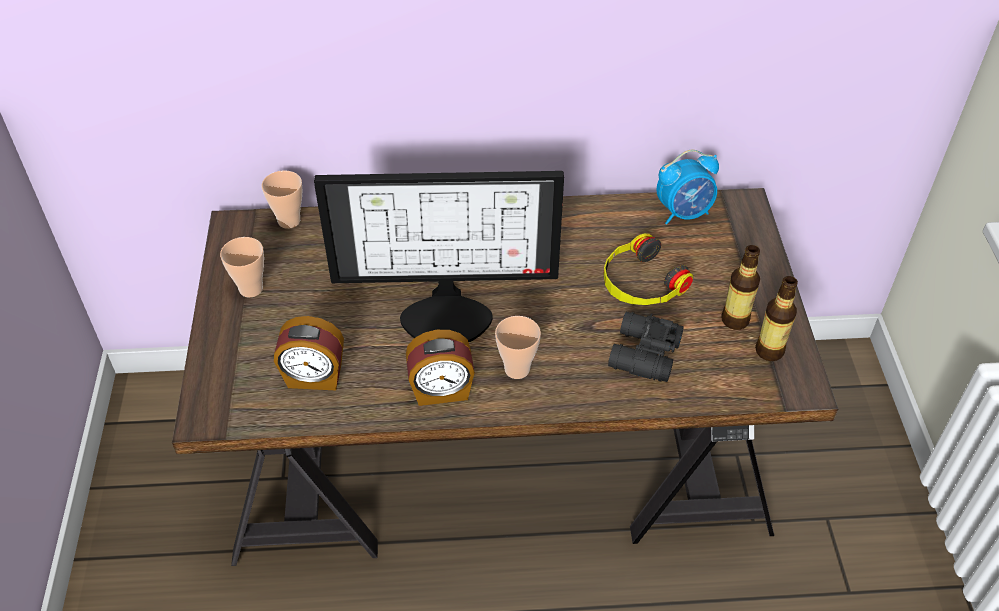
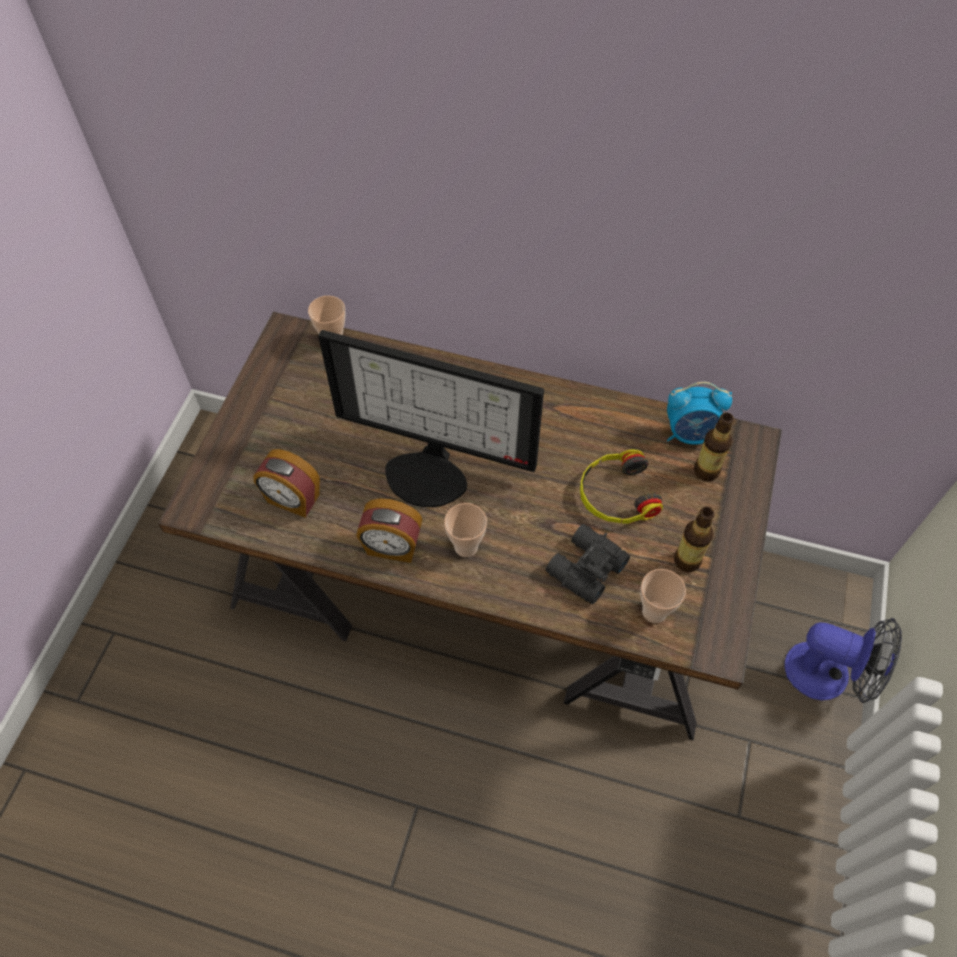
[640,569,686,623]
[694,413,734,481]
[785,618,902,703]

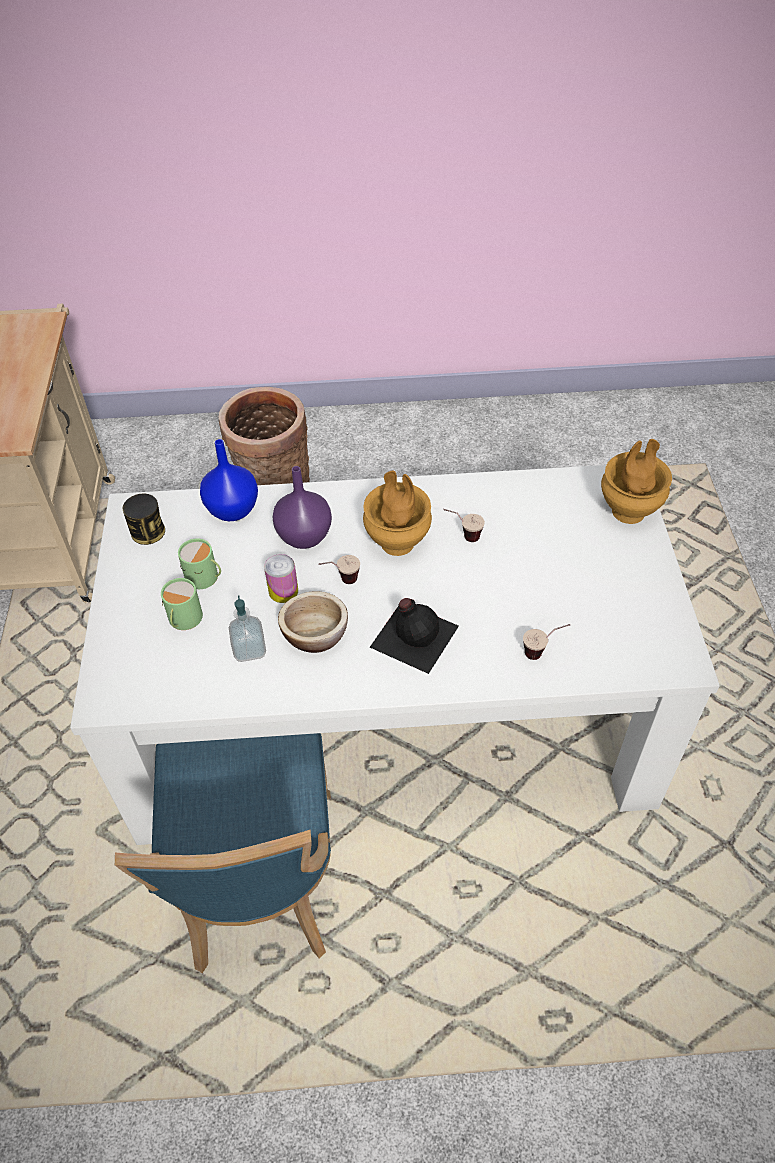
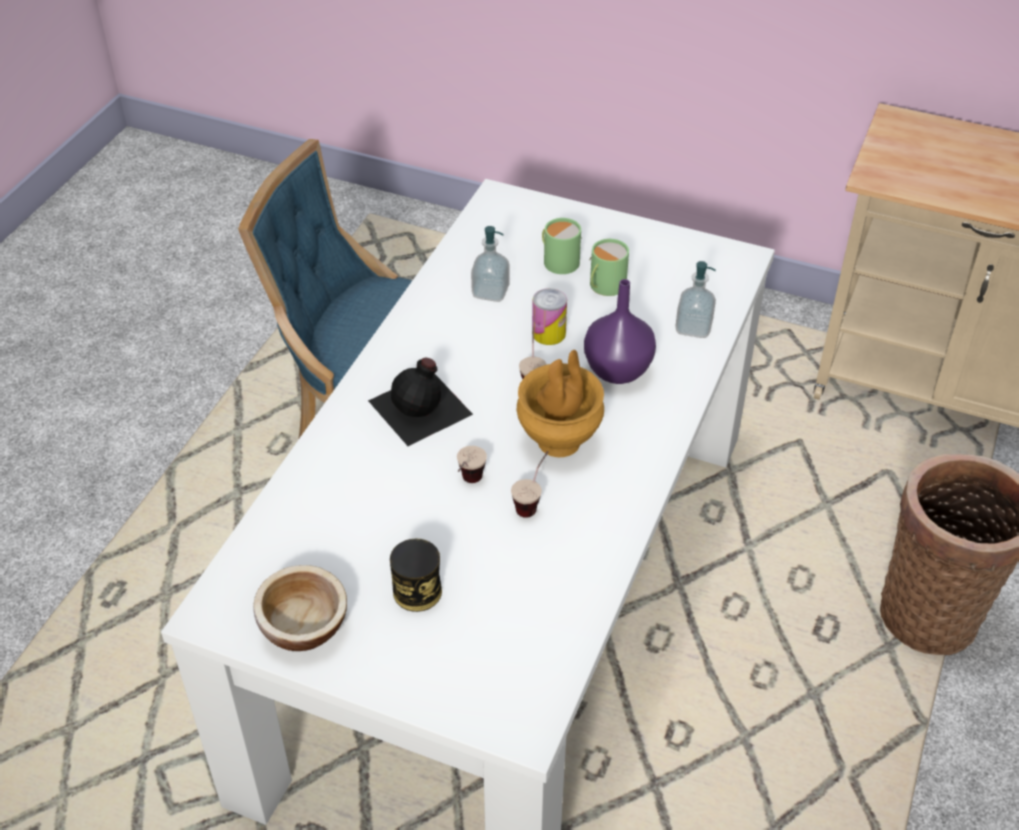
[675,261,716,338]
[601,439,672,524] (first image)
[390,539,442,612]
[253,565,347,651]
[457,446,487,483]

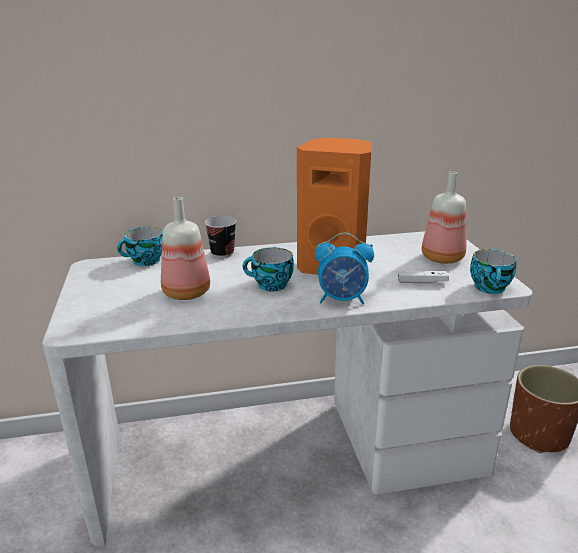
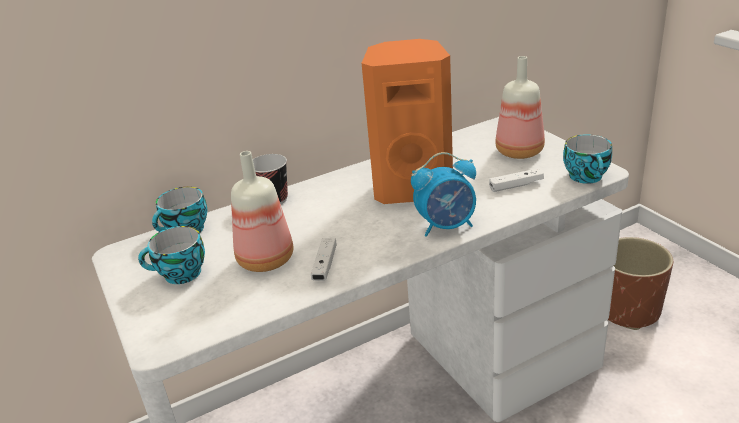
[138,226,205,284]
[311,238,337,281]

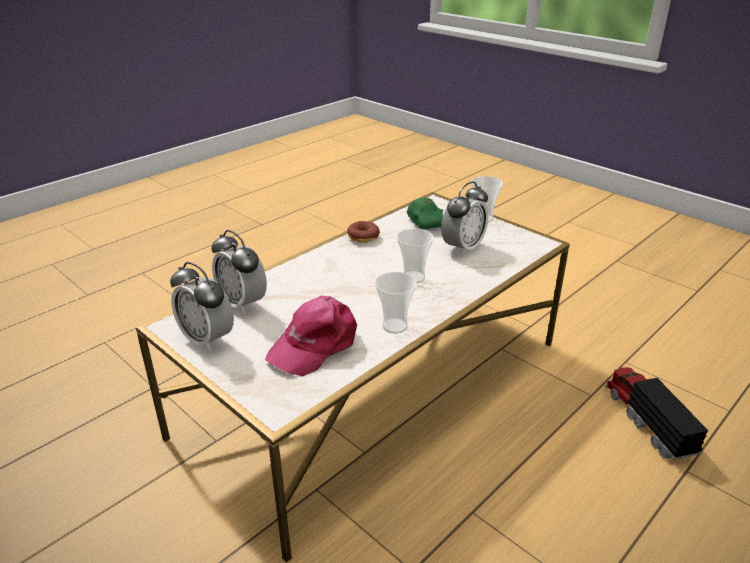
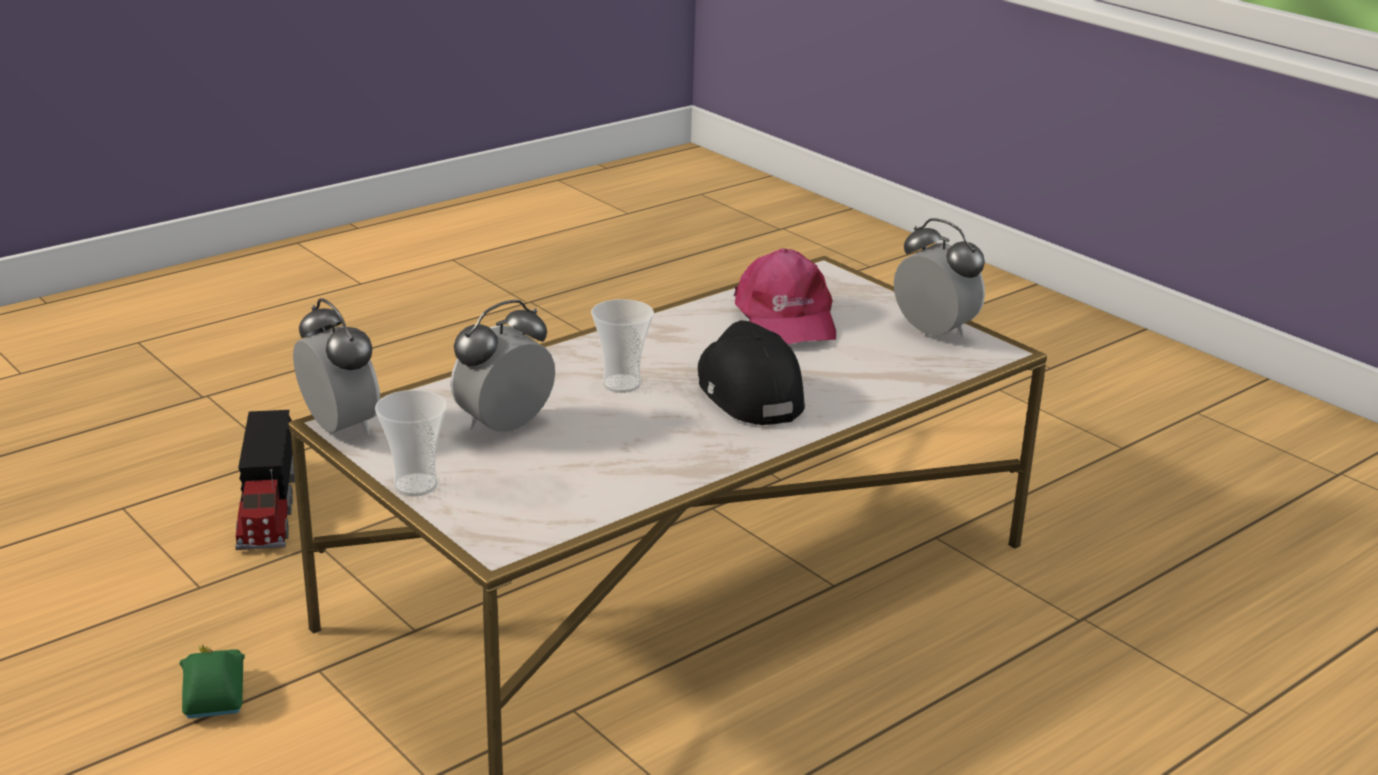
[180,645,245,718]
[347,221,380,242] (first image)
[293,298,380,435]
[375,272,417,334] (first image)
[734,248,836,344]
[698,320,805,425]

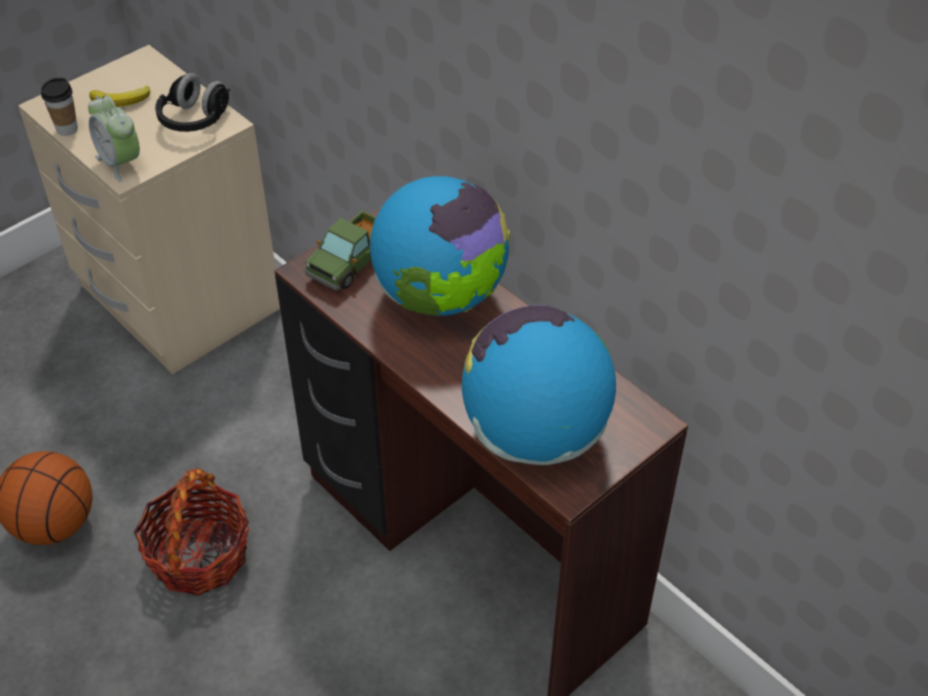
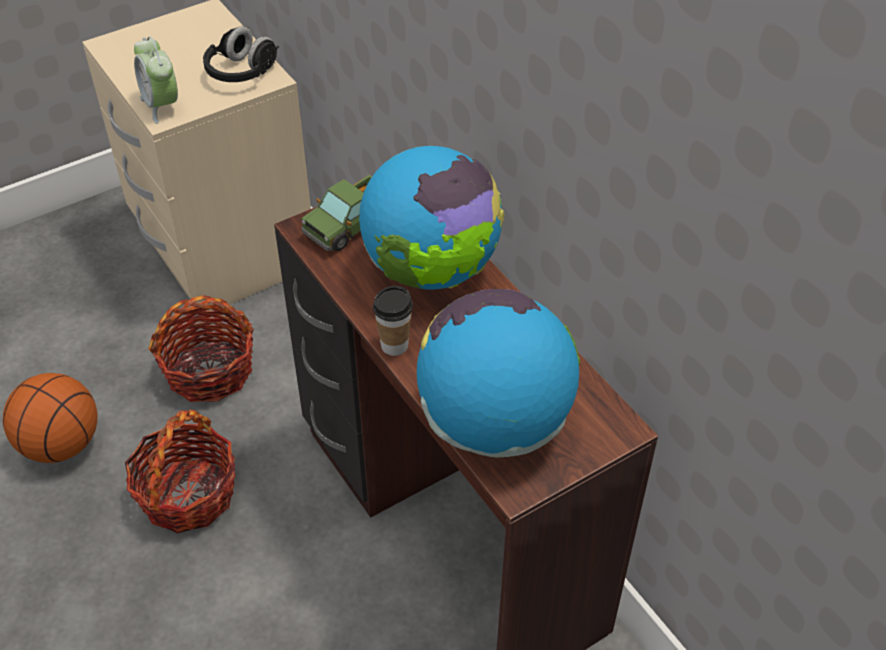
[373,286,413,356]
[89,86,150,107] (first image)
[149,295,254,402]

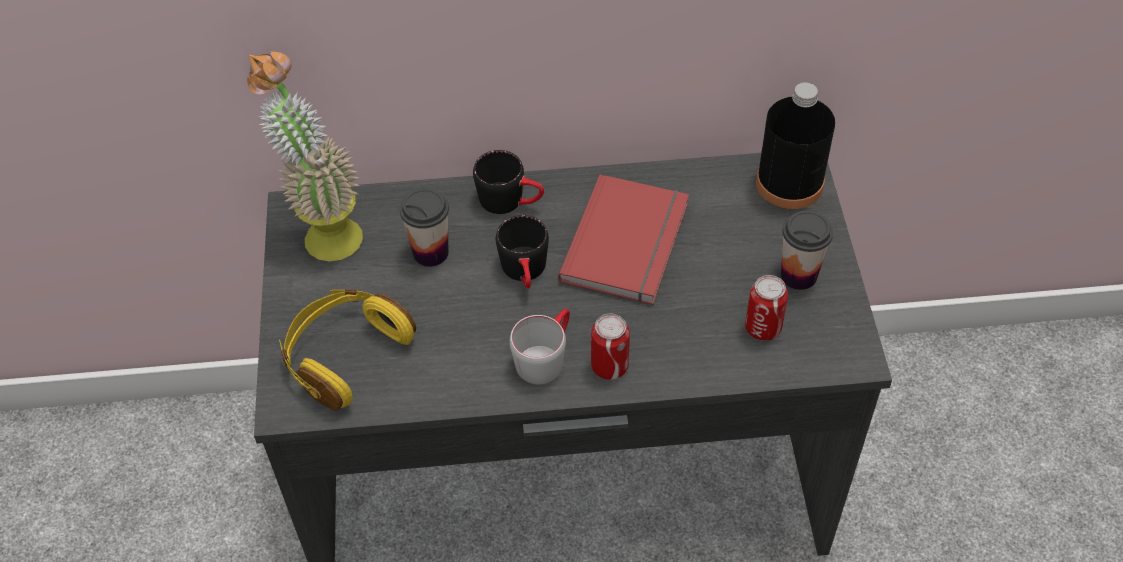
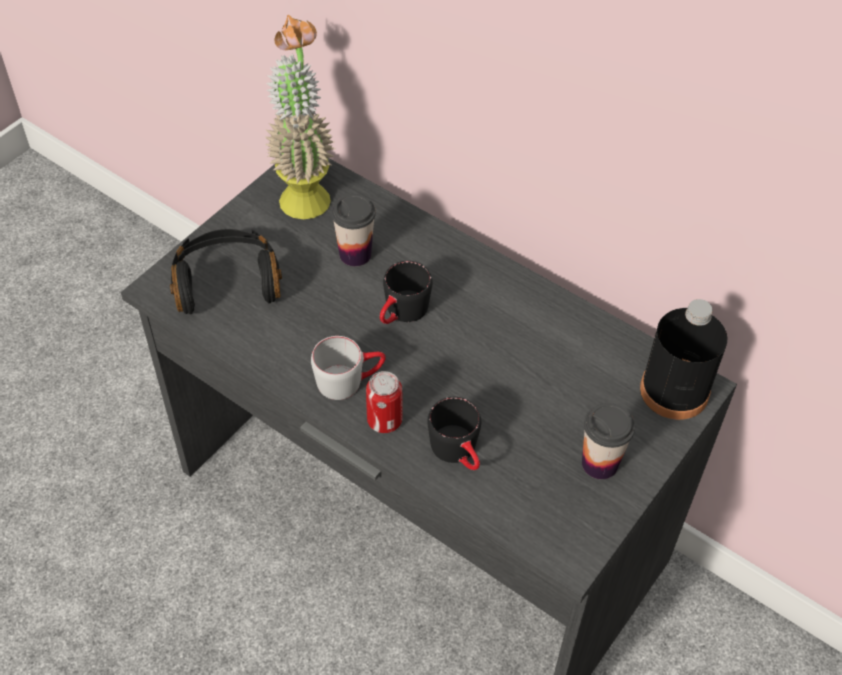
[428,397,481,470]
[558,174,689,305] (first image)
[745,275,788,341] (first image)
[170,229,282,314]

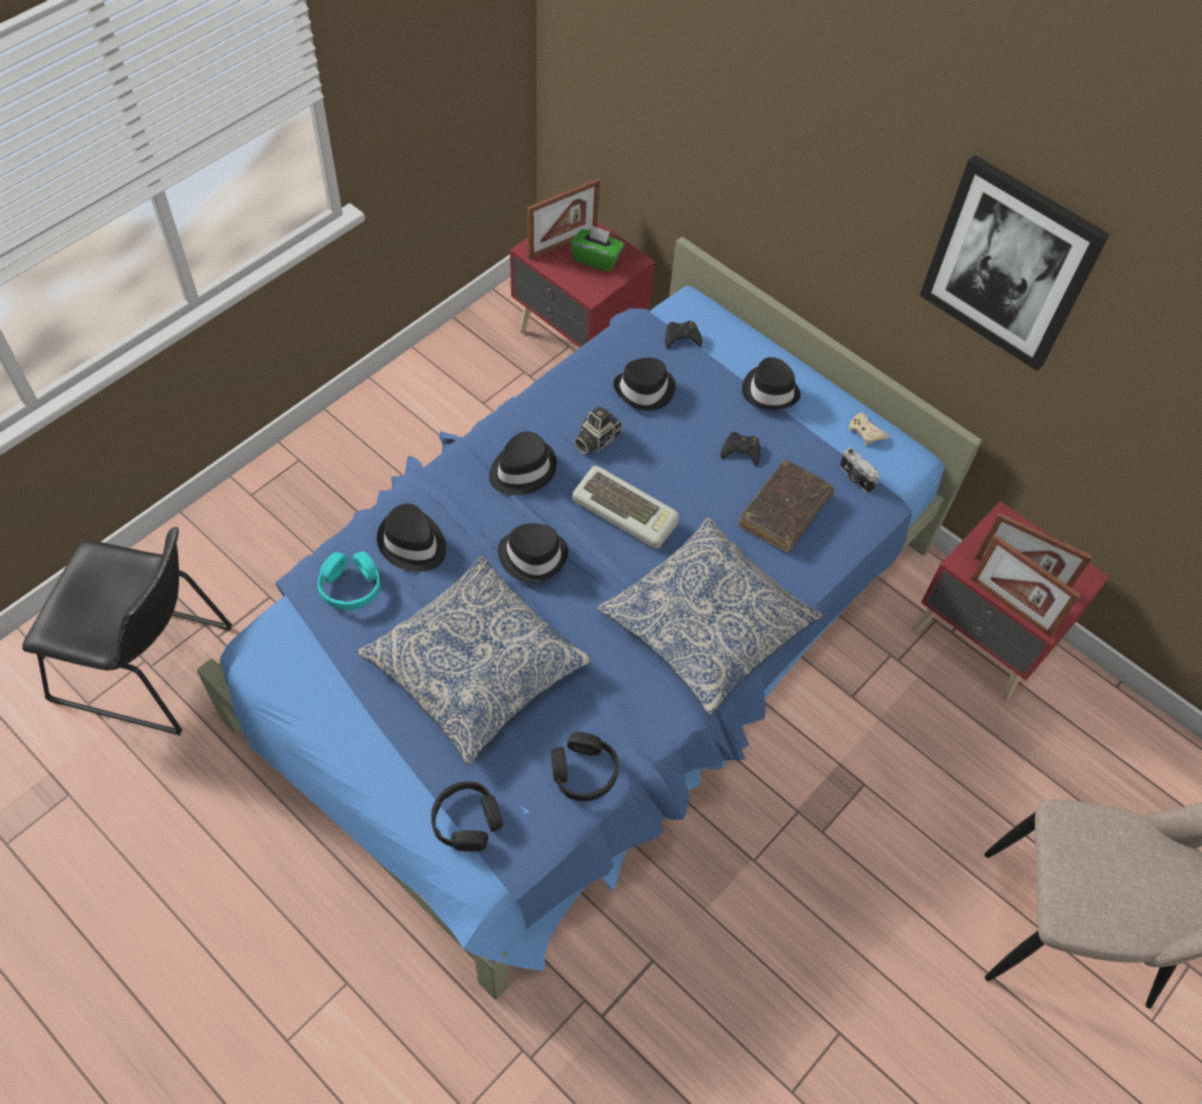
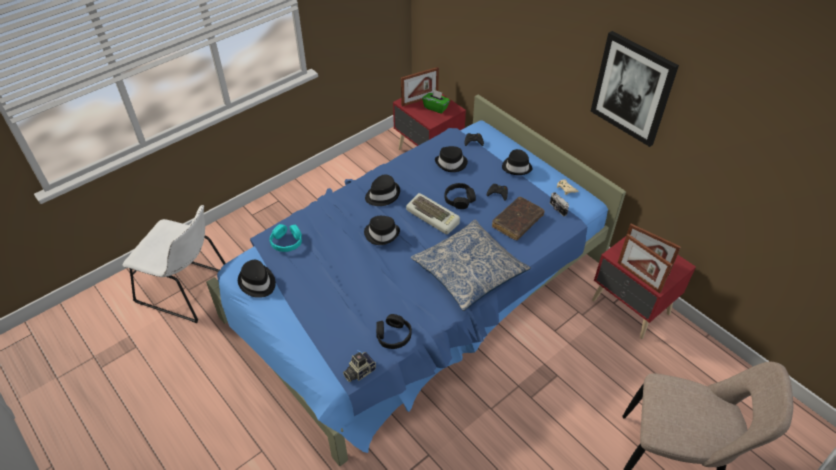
[343,352,376,382]
[238,260,276,298]
[123,205,226,323]
[357,555,592,765] (first image)
[444,183,476,209]

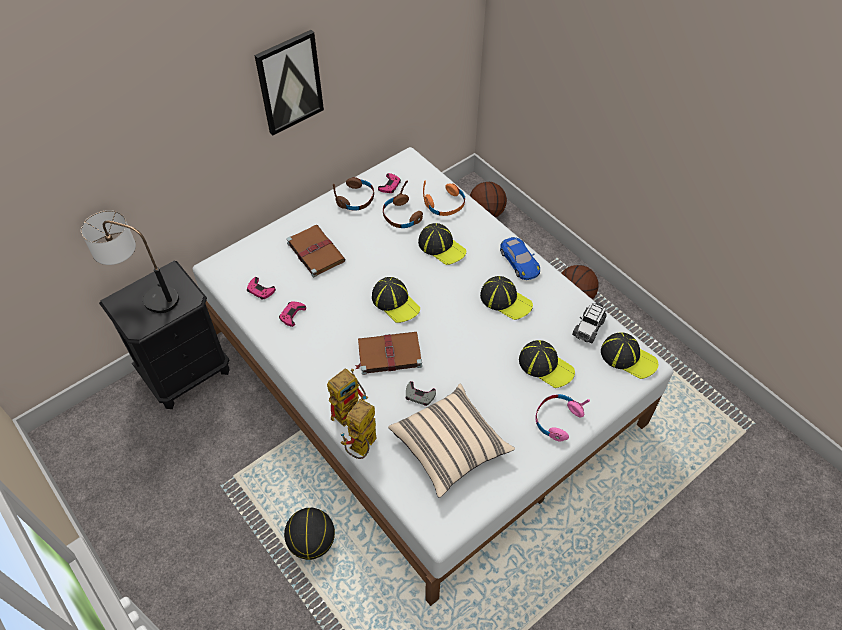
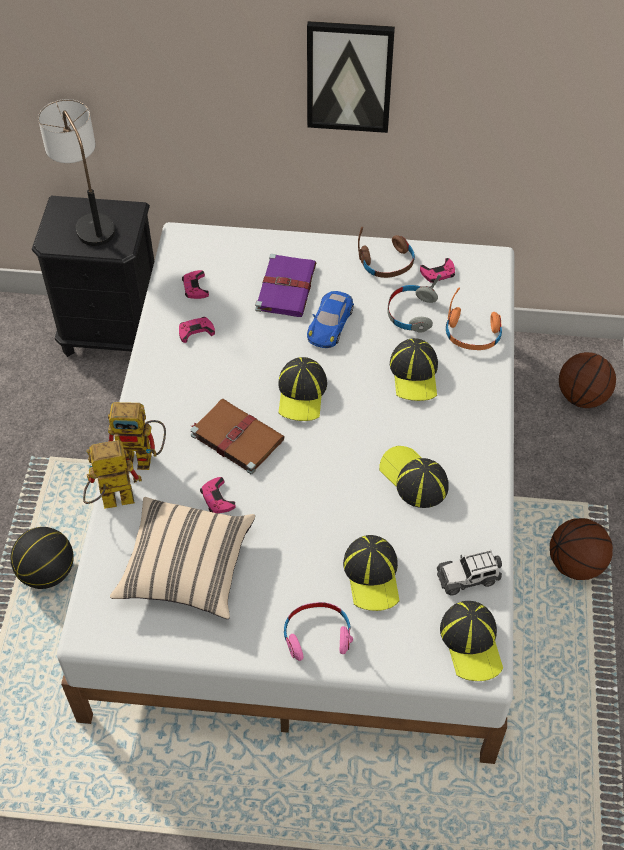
[388,274,441,333]
[255,254,316,317]
[307,291,354,348]
[379,446,449,508]
[200,477,236,513]

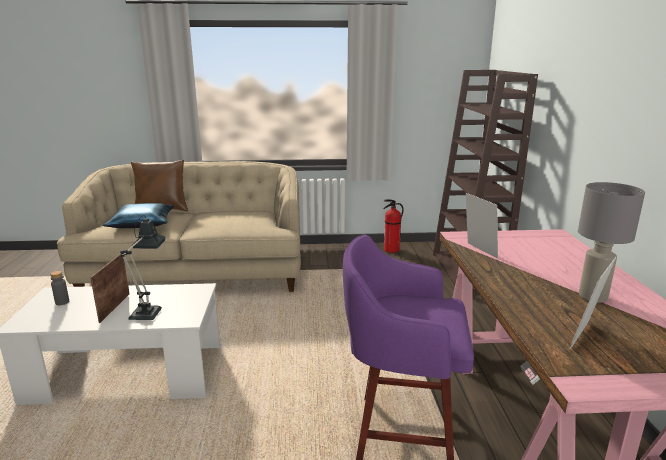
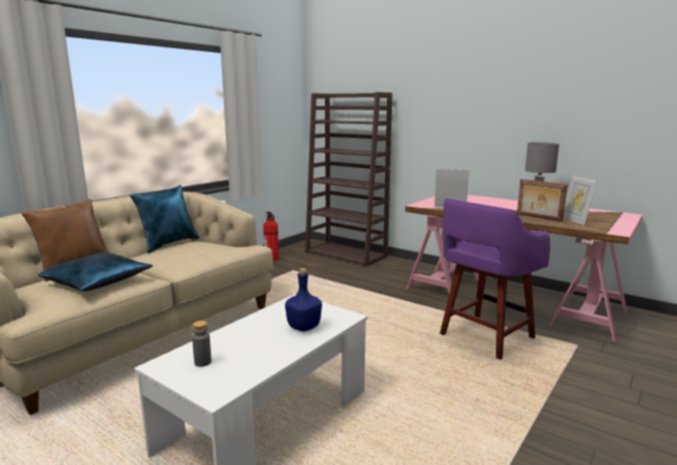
[285,268,322,331]
[517,179,568,222]
[130,185,200,253]

